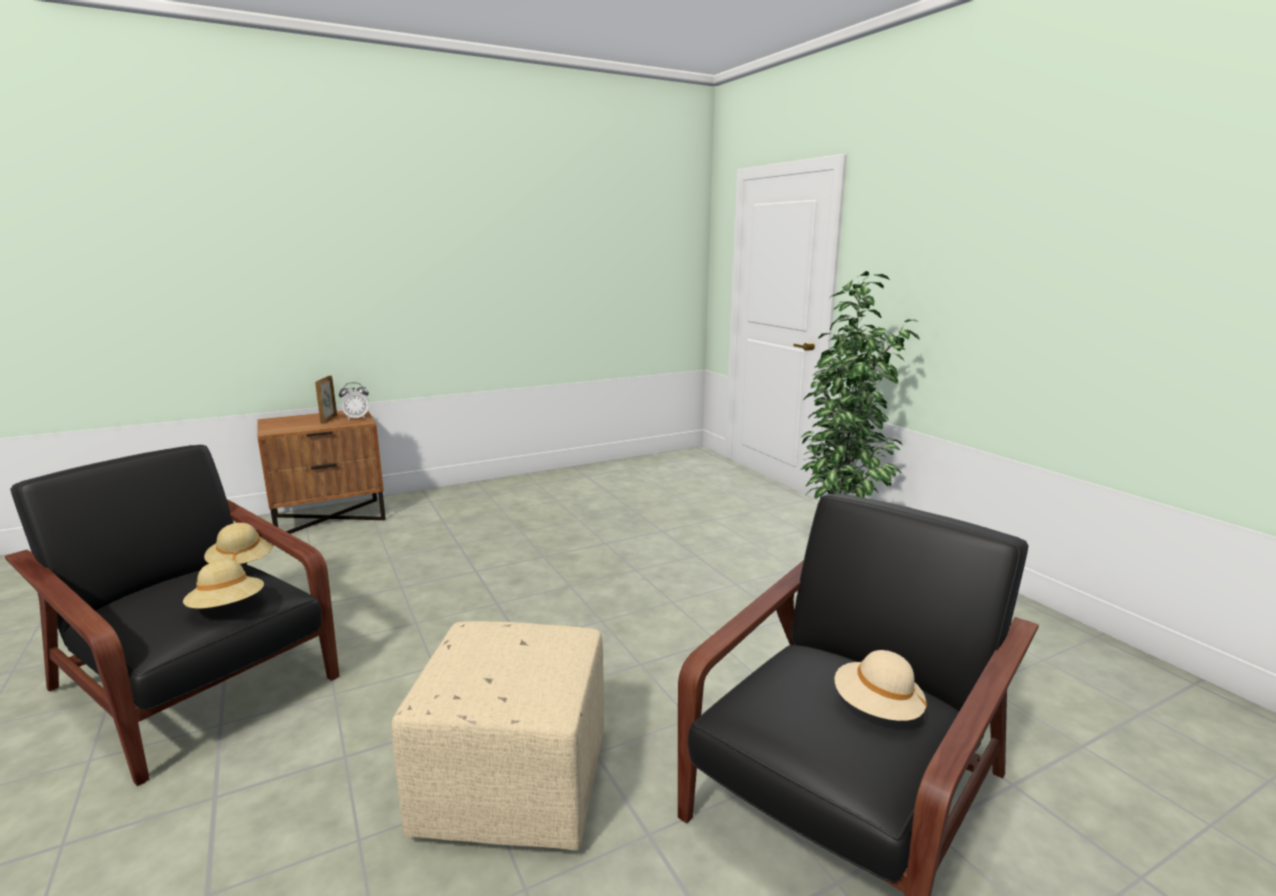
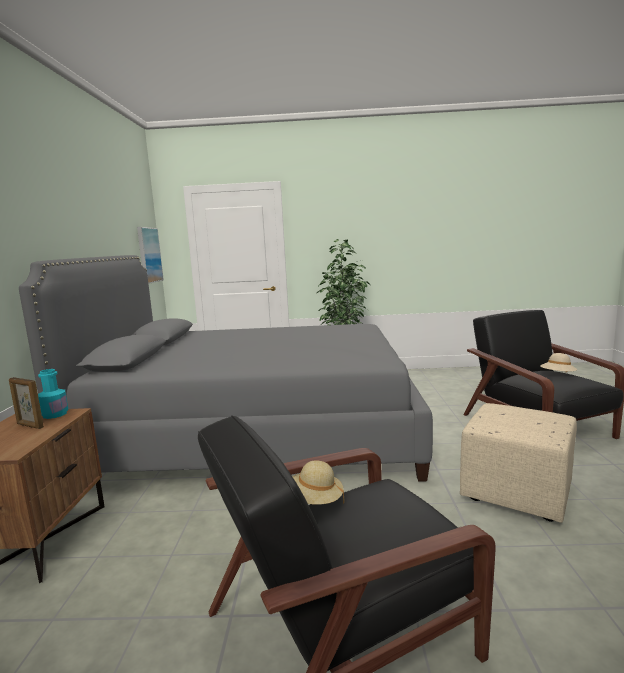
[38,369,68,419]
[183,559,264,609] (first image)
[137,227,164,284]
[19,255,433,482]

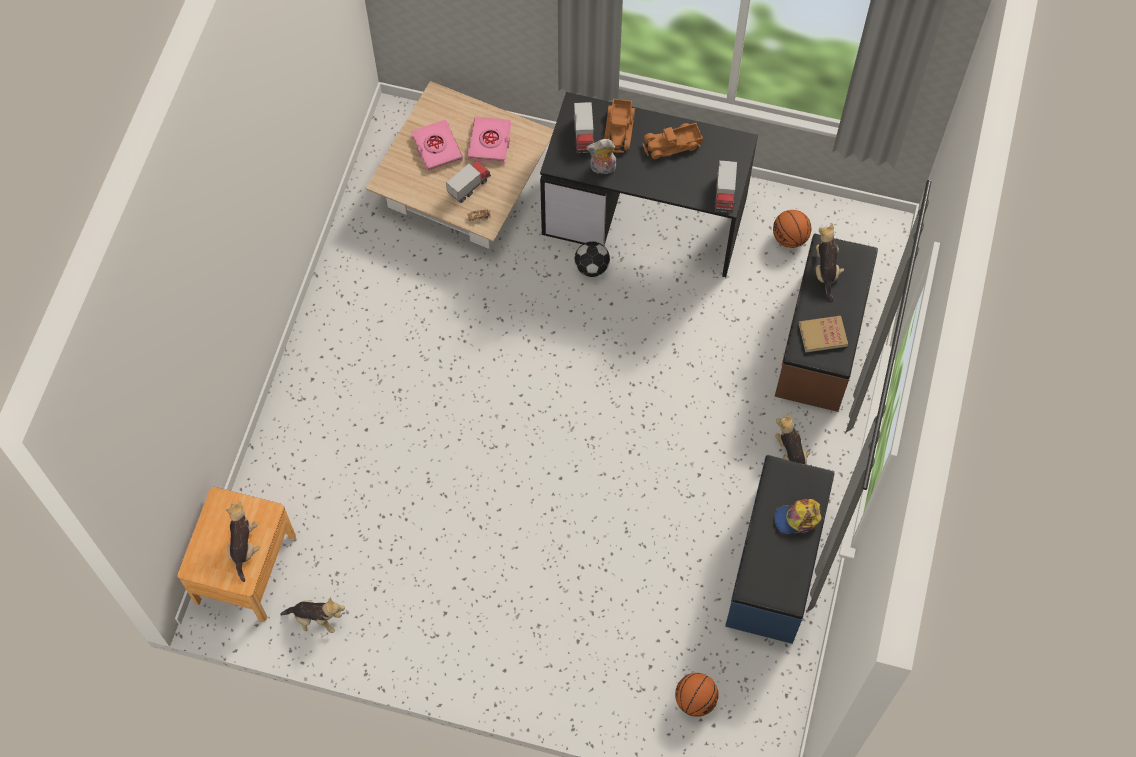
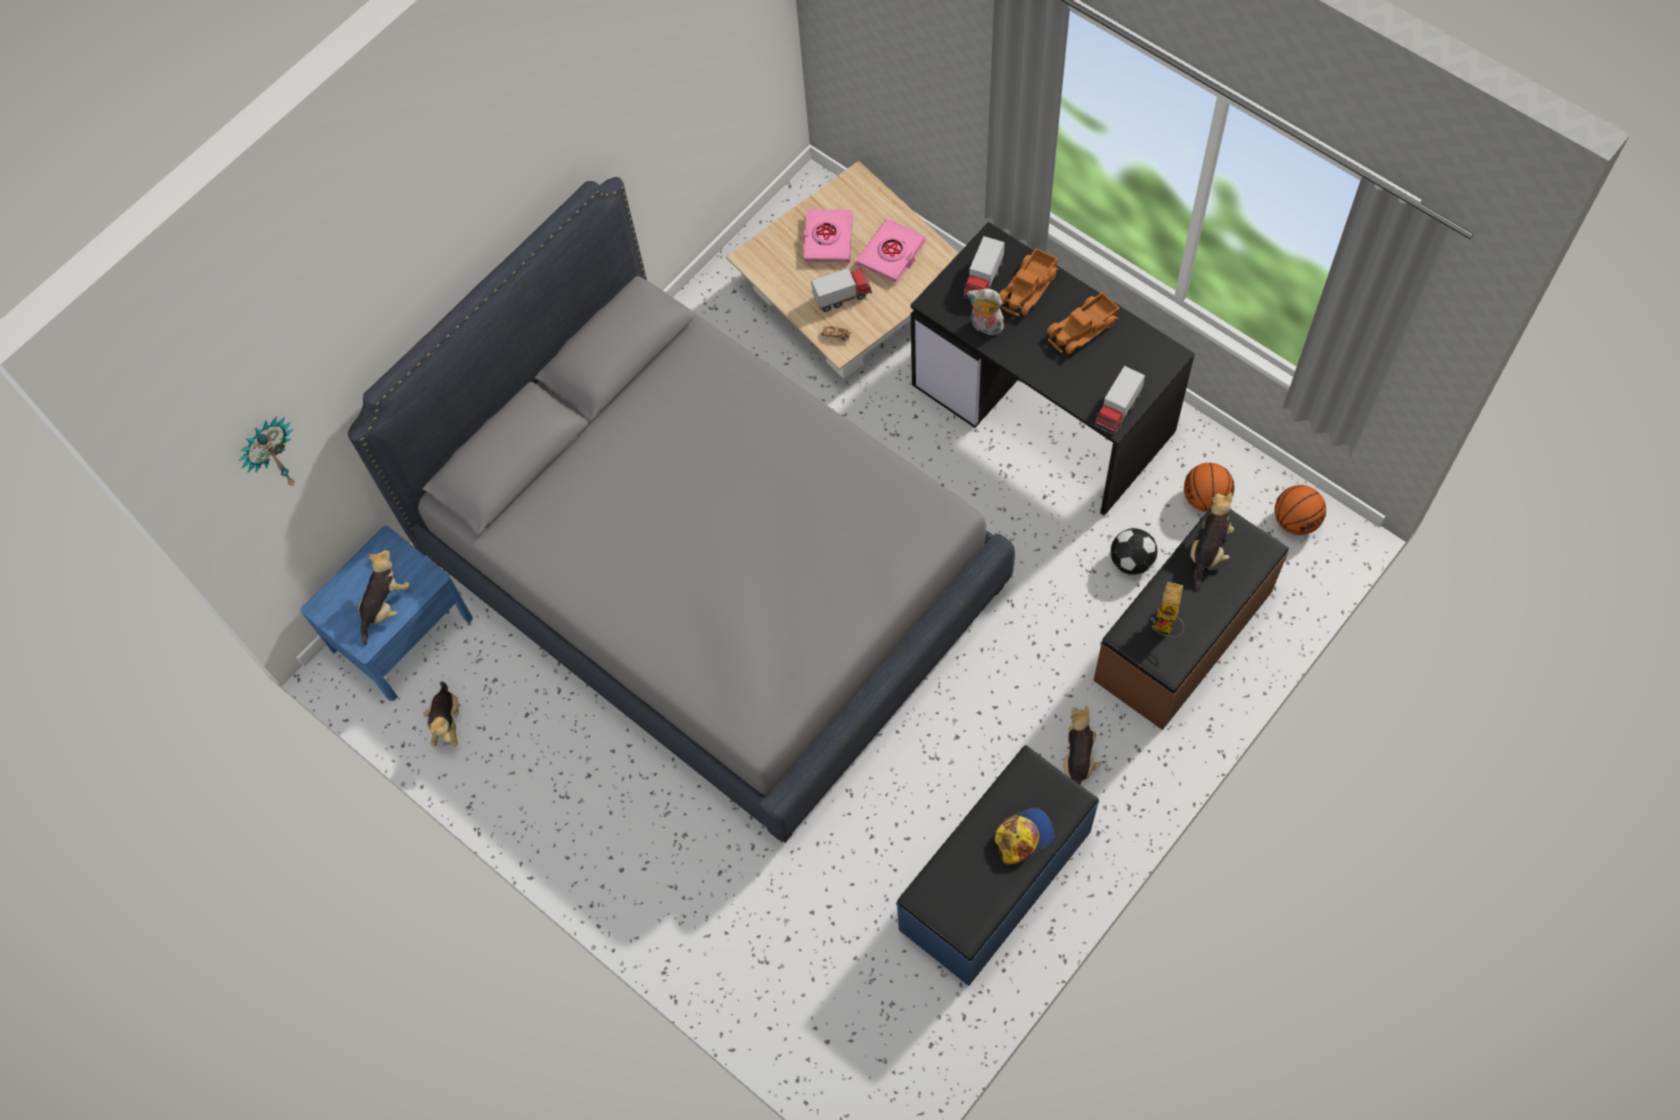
[1047,292,1120,354]
[1111,528,1157,575]
[1151,582,1184,638]
[300,526,473,701]
[995,808,1055,865]
[423,681,459,747]
[1274,485,1326,535]
[348,177,1015,843]
[239,416,296,486]

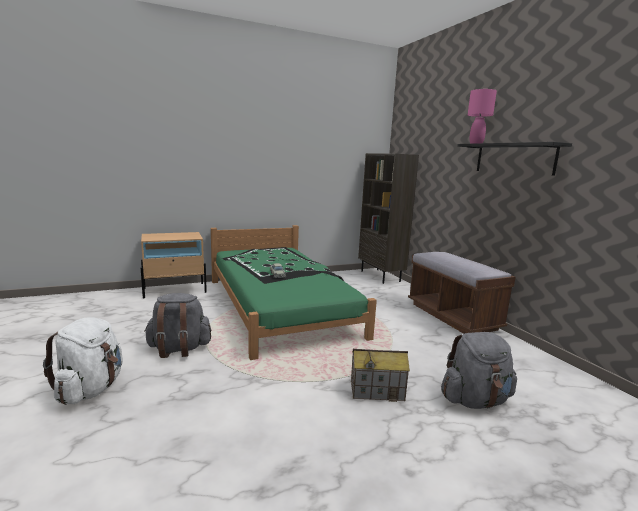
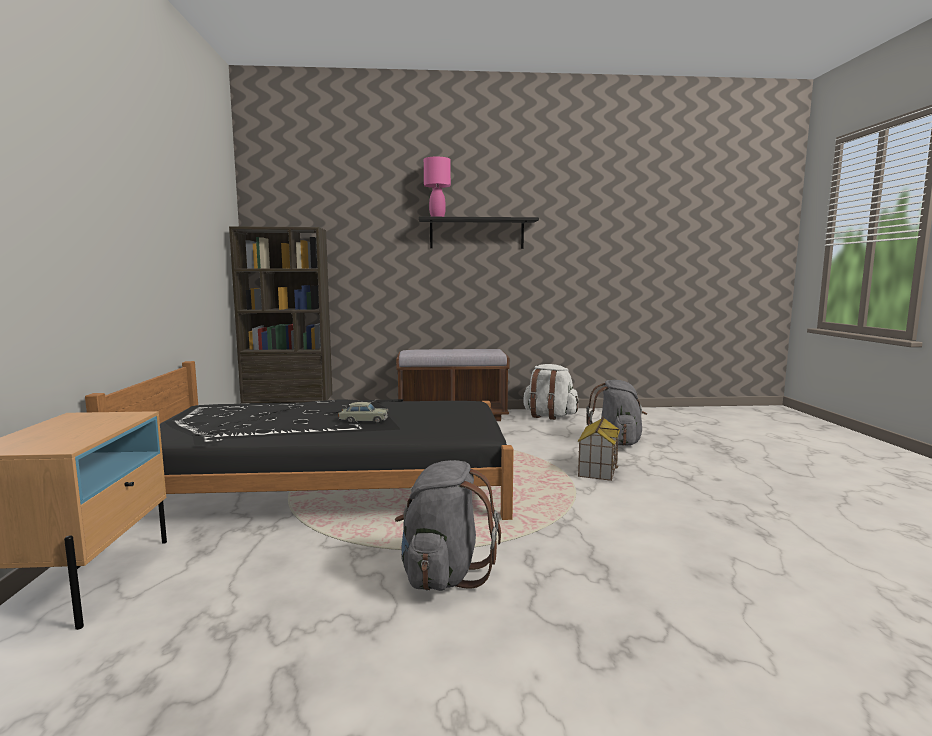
[85,361,514,520]
[523,364,578,420]

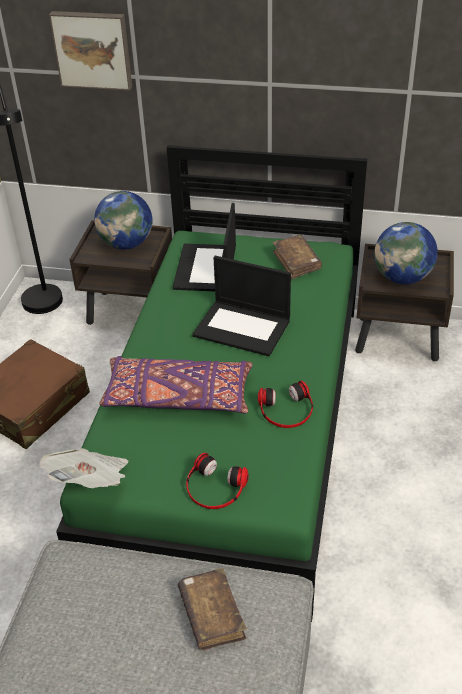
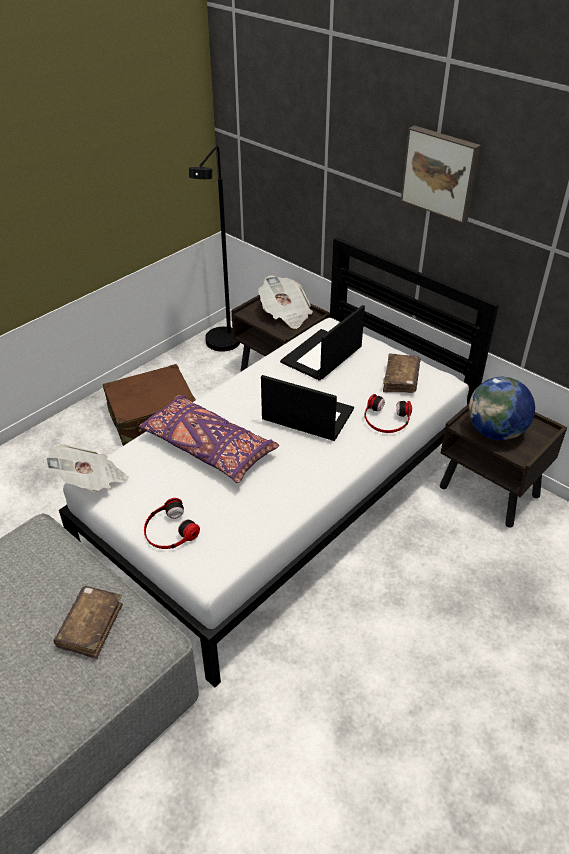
[401,125,481,223]
[59,237,499,687]
[258,275,313,329]
[261,375,354,441]
[364,394,412,433]

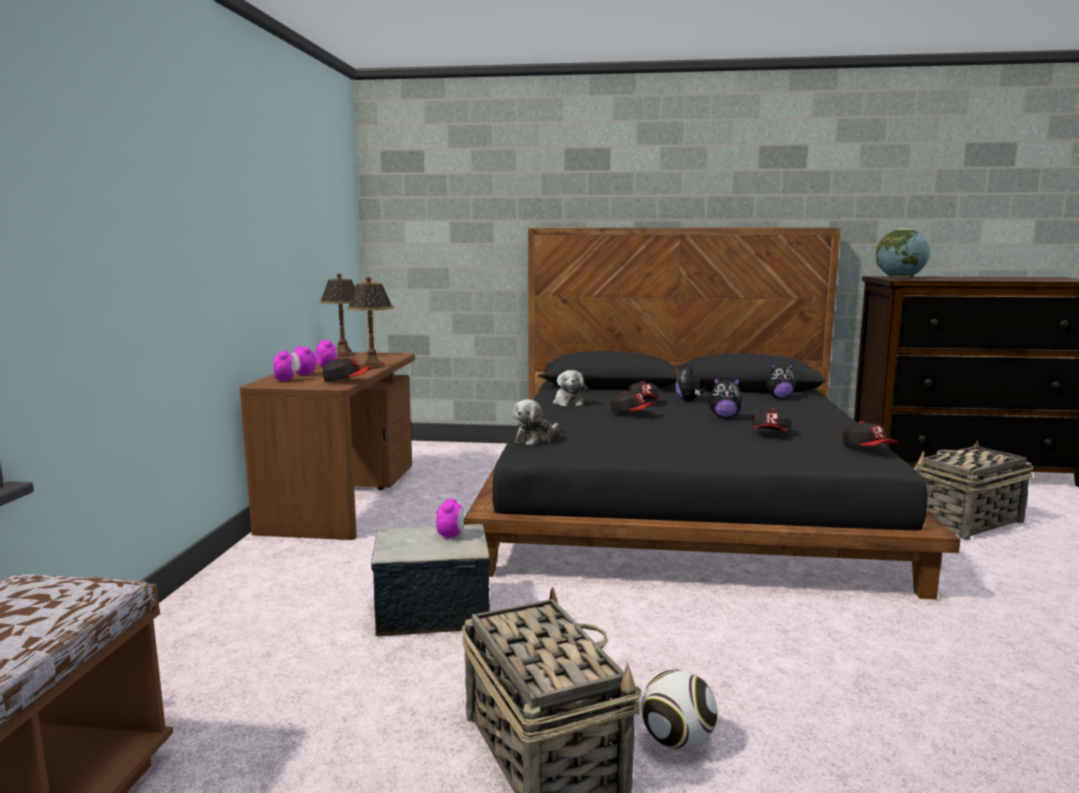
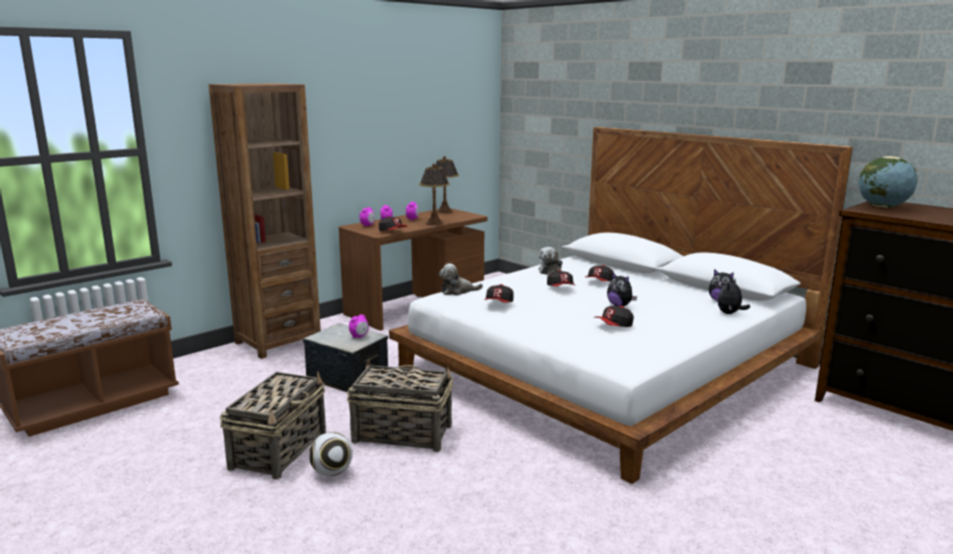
[389,127,853,484]
[717,279,750,314]
[484,284,514,303]
[347,359,453,452]
[209,83,321,359]

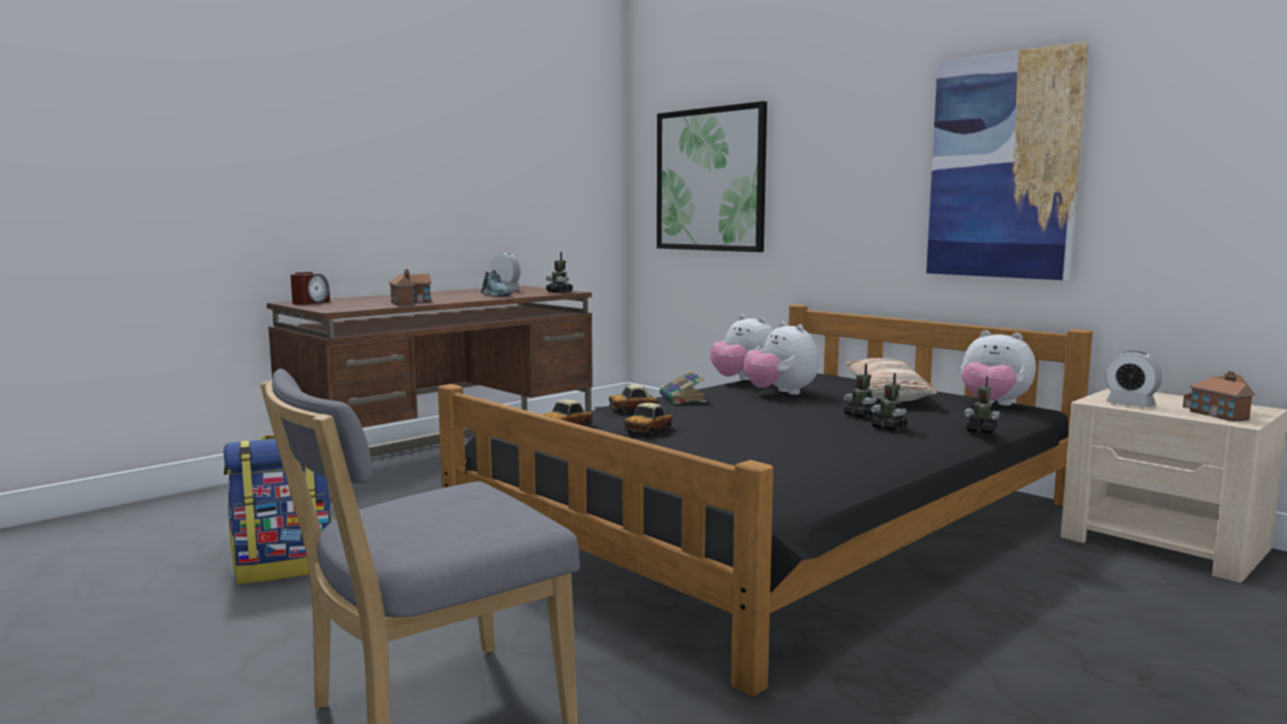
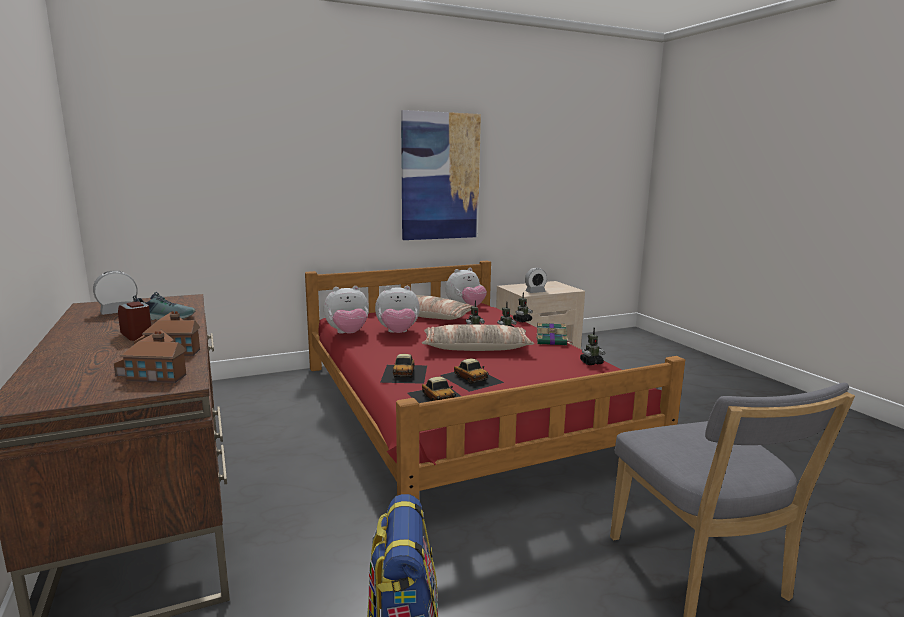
[657,101,767,252] (first image)
[580,328,605,365]
[118,301,151,341]
[305,261,685,500]
[536,323,571,345]
[114,329,186,383]
[422,325,534,351]

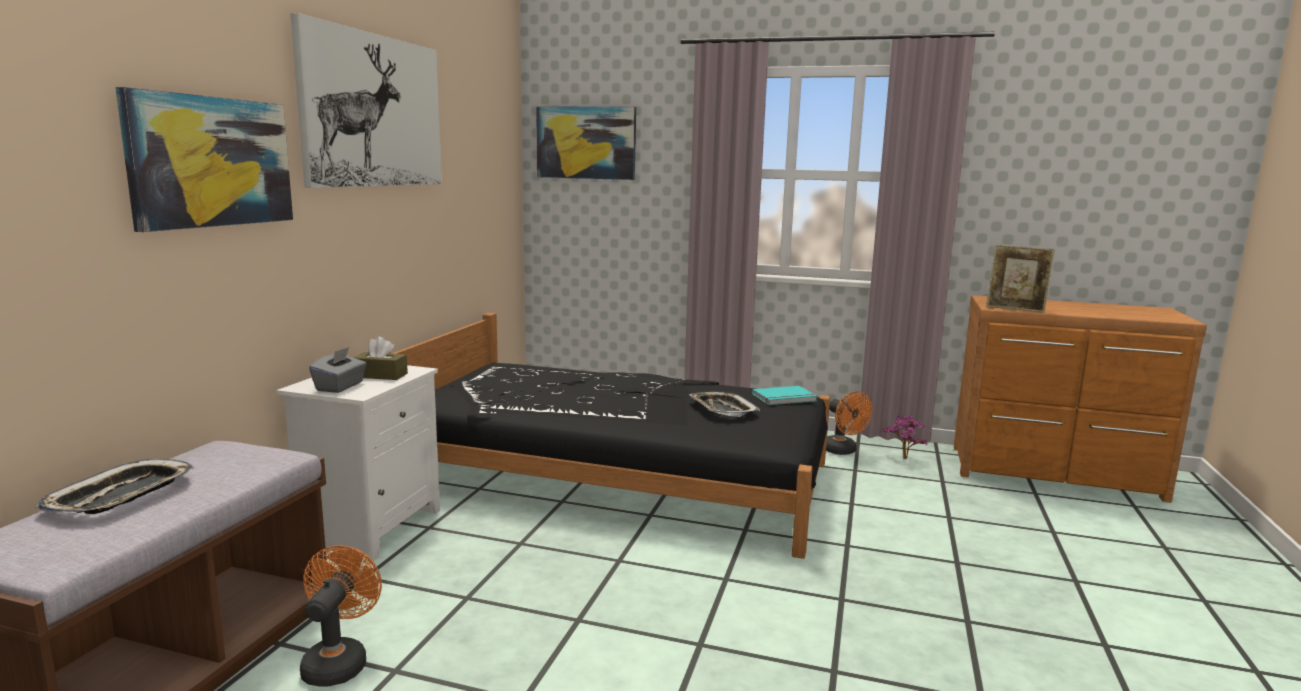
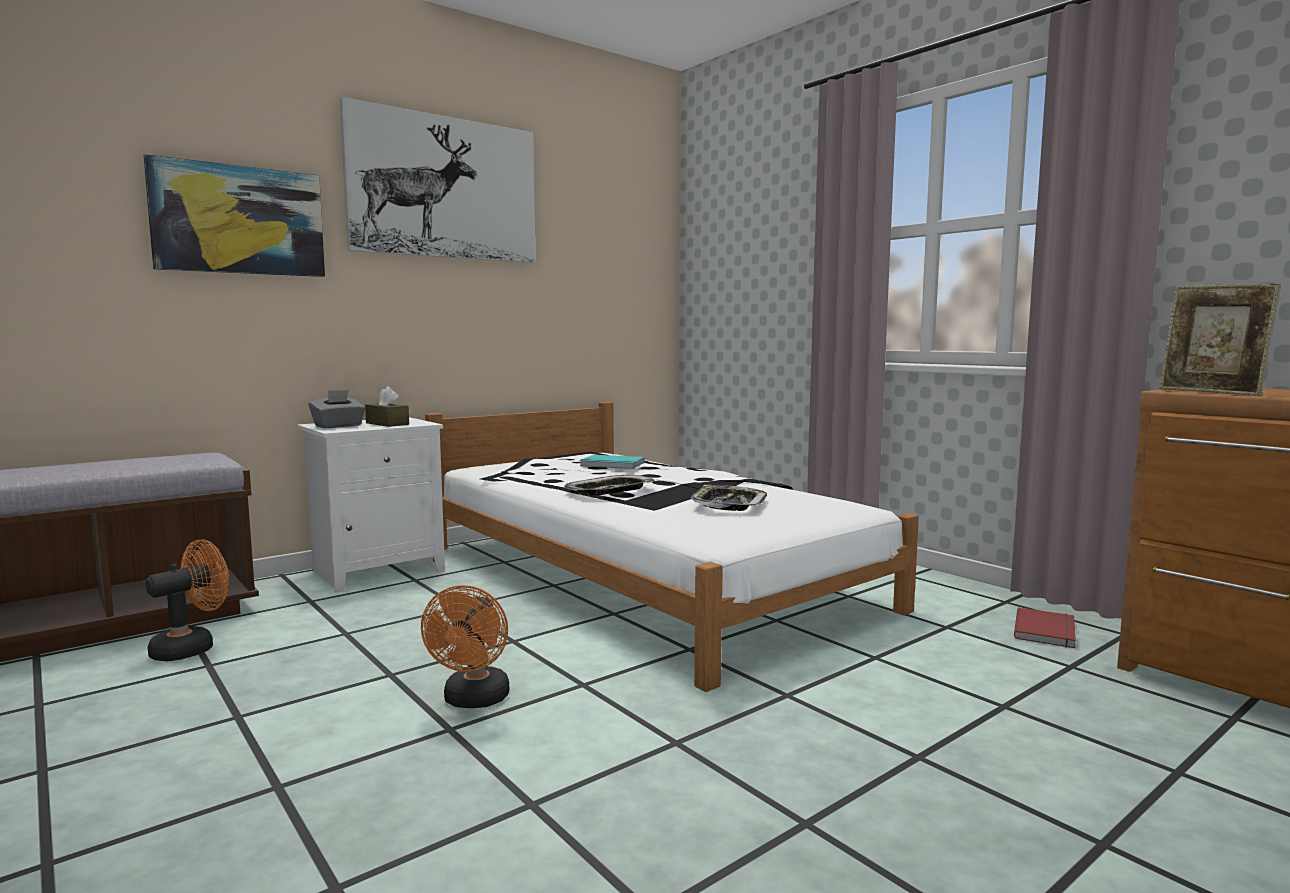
[536,107,636,180] (first image)
[425,402,919,692]
[580,455,645,469]
[421,585,509,708]
[1014,607,1076,648]
[564,475,655,496]

